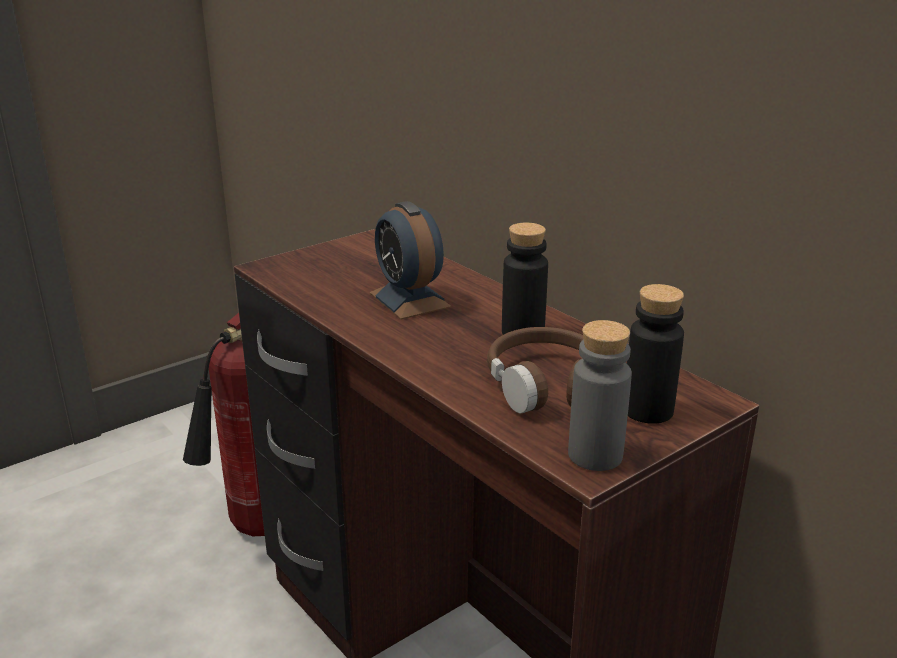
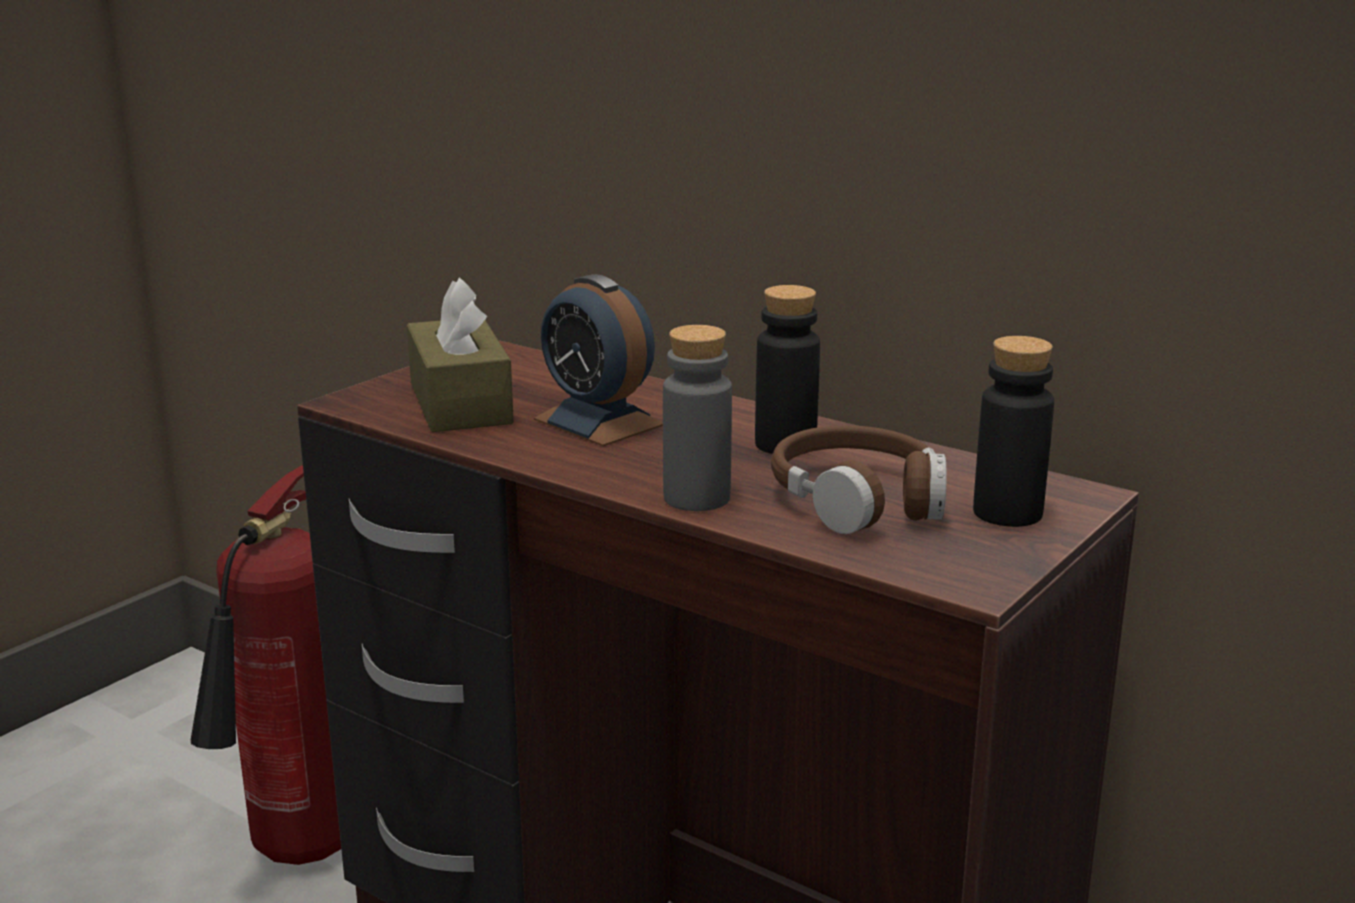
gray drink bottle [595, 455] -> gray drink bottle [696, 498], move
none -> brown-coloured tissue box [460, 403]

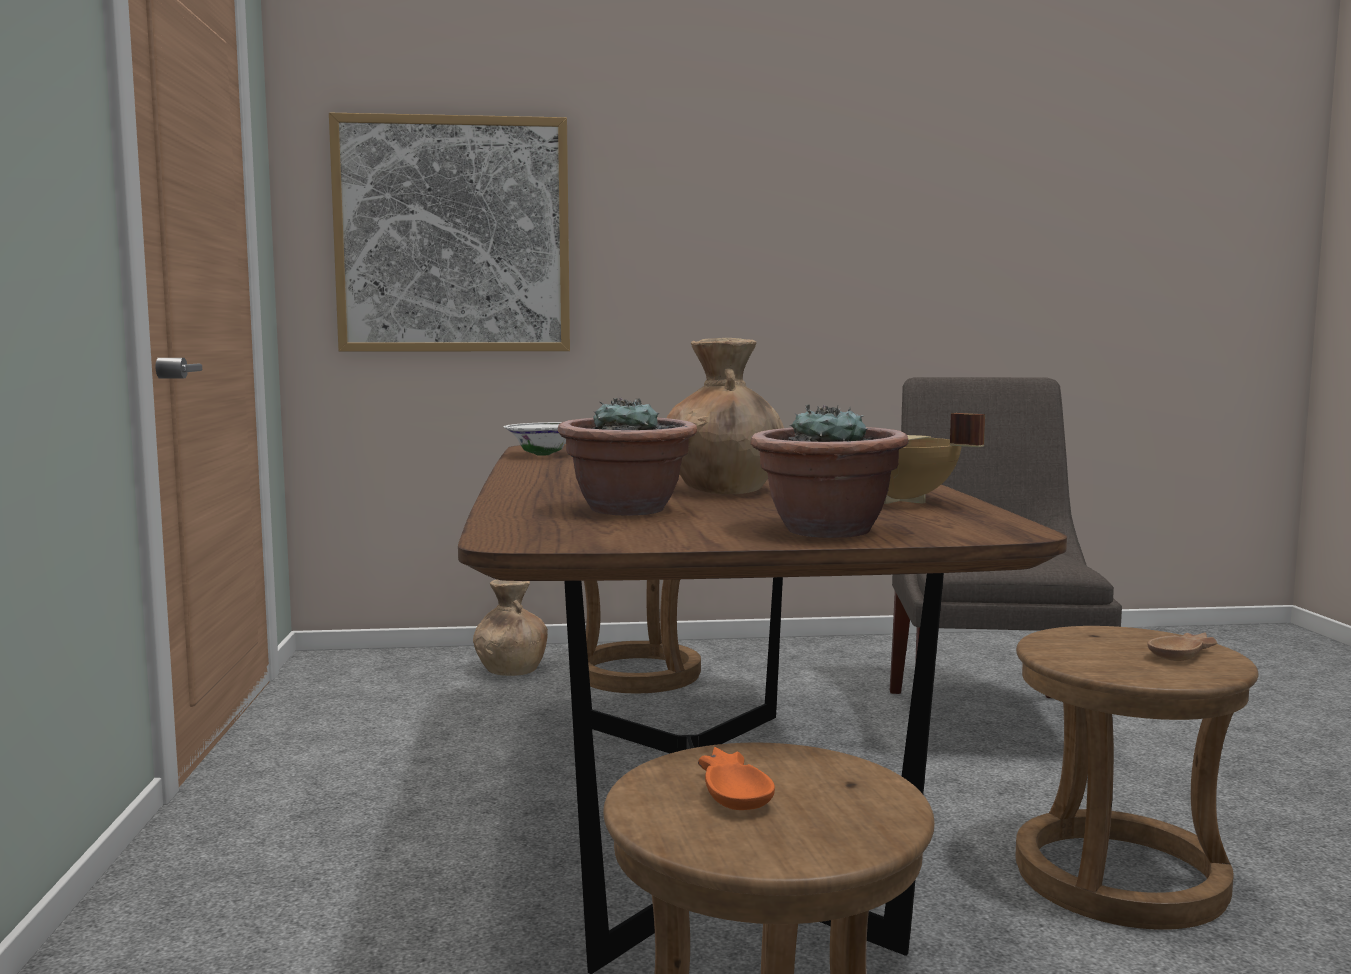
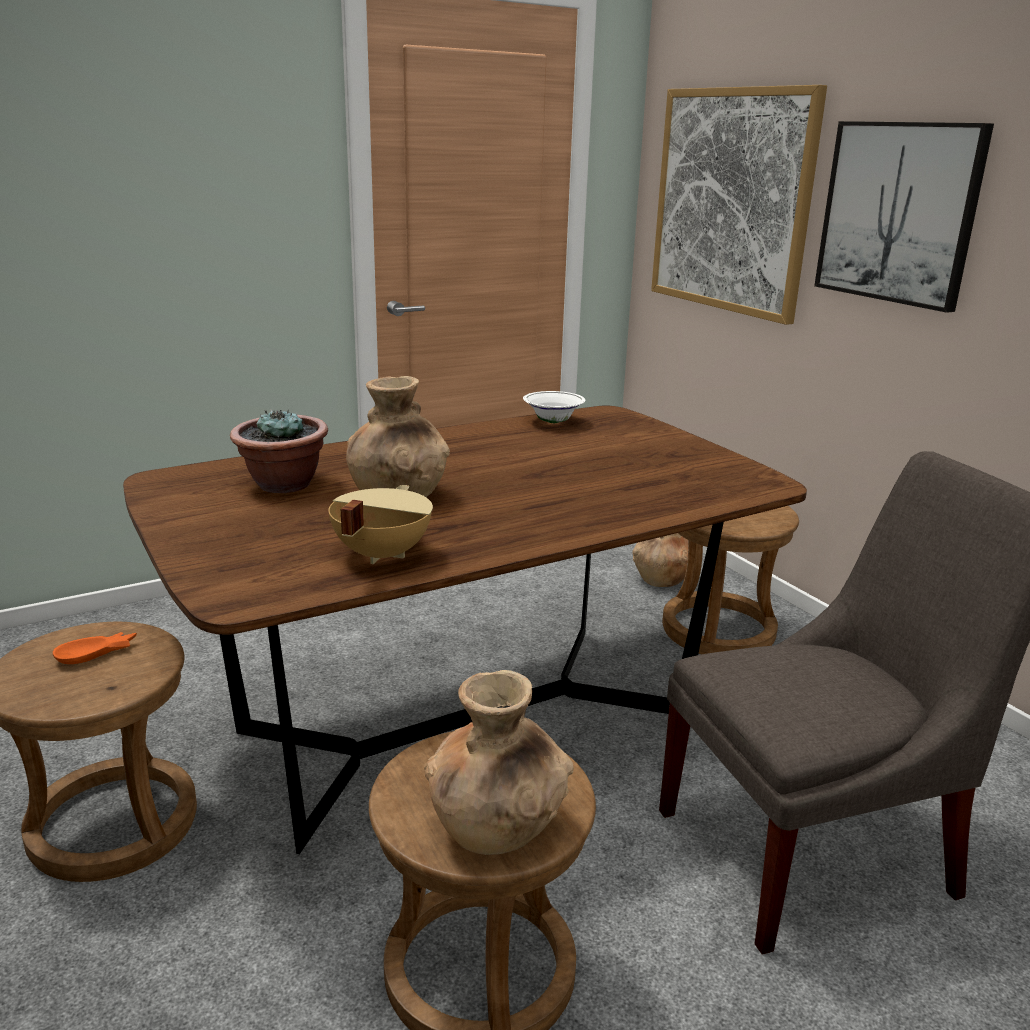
houseplant [827, 531] -> none
brown-coloured deep dish [1185, 654] -> brown-coloured vase [496, 827]
none -> picture [899, 213]

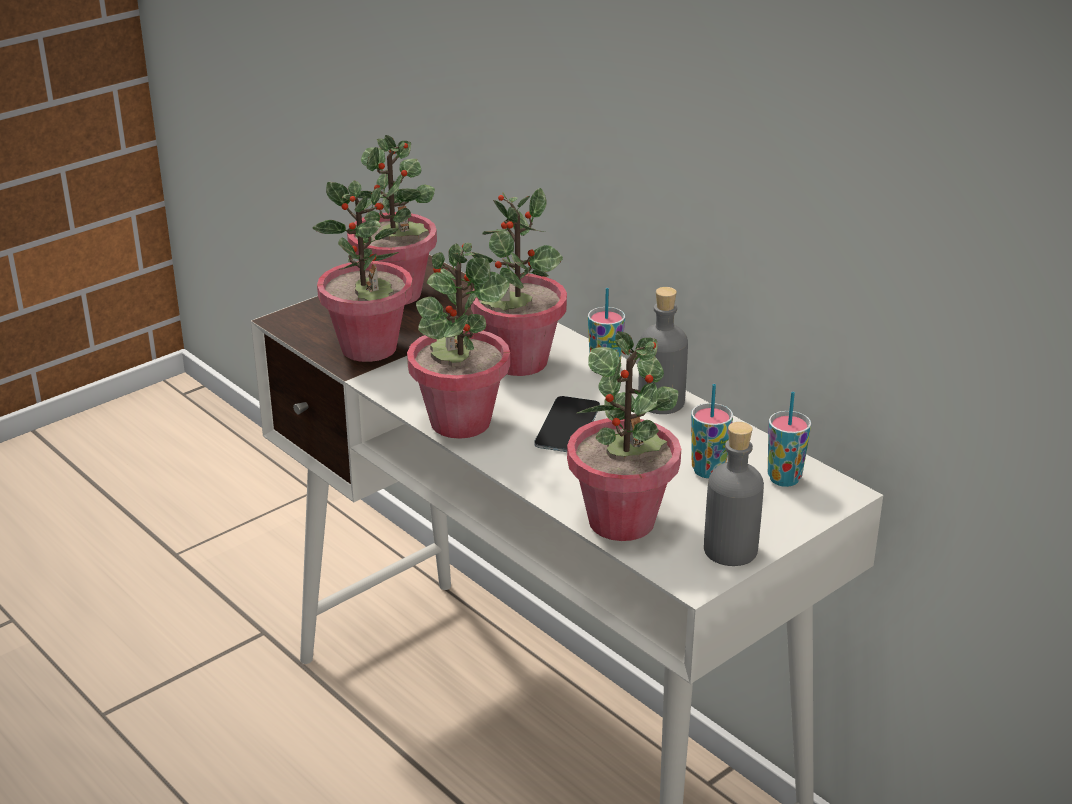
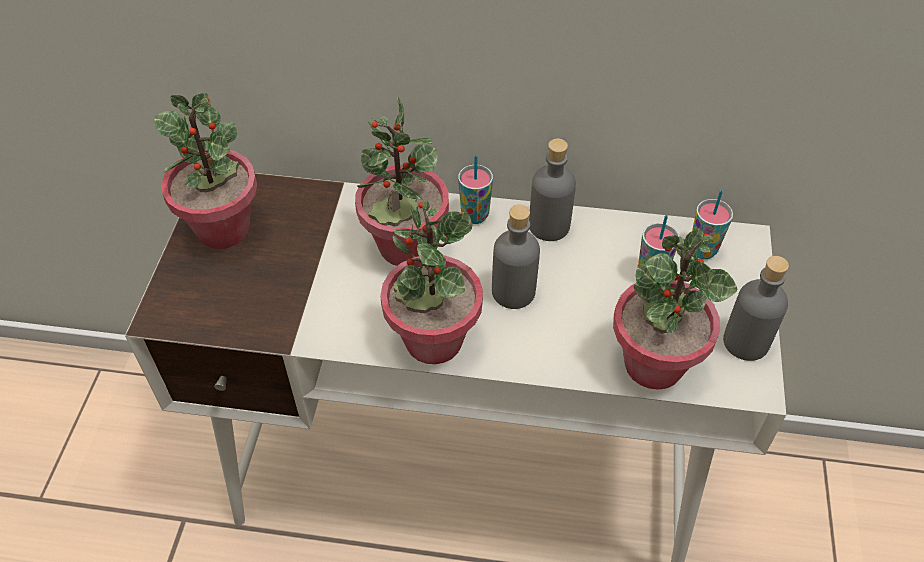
houseplant [369, 348] -> none
telephone [567, 425] -> gray drink bottle [513, 292]

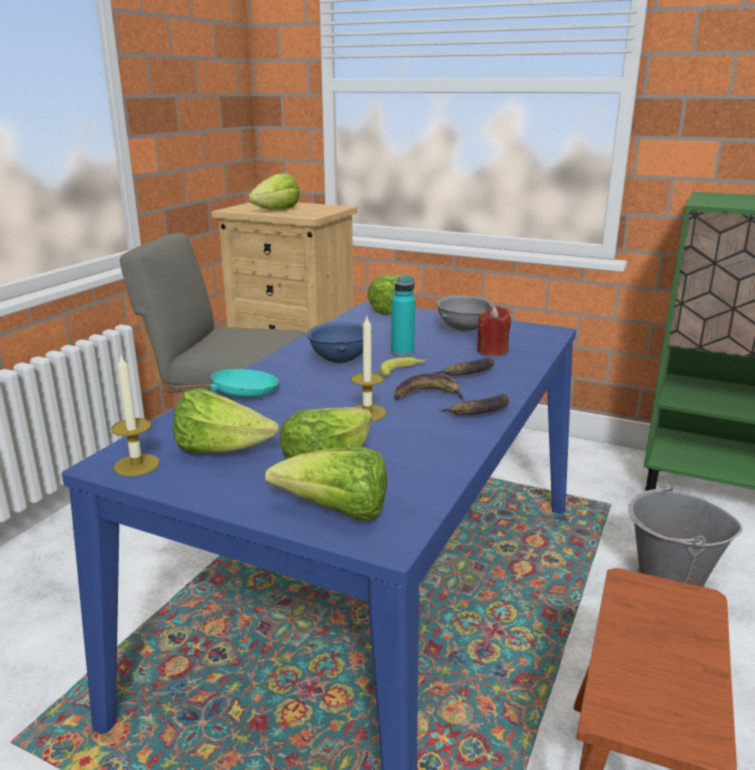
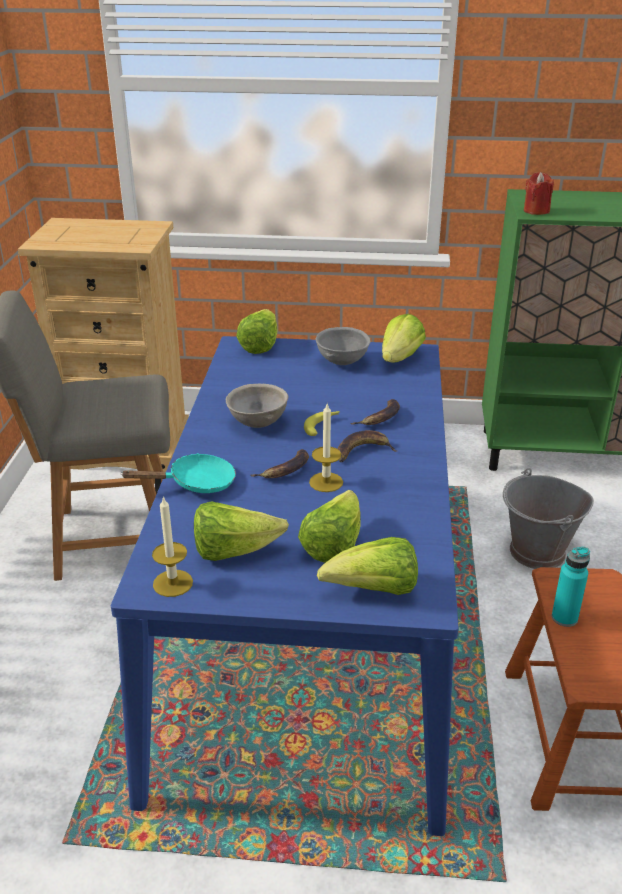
blue-green pan [238, 394] -> blue-green pan [195, 483], 45 degrees clockwise
head of lettuce [277, 210] -> head of lettuce [400, 358], move
blue-coloured deep dish [339, 361] -> gray deep dish [257, 424]
blue-green drink bottle [402, 352] -> blue-green drink bottle [564, 618], move
whole banana [479, 412] -> whole banana [285, 470], move
red-coloured candle [492, 351] -> red-coloured candle [536, 211], move

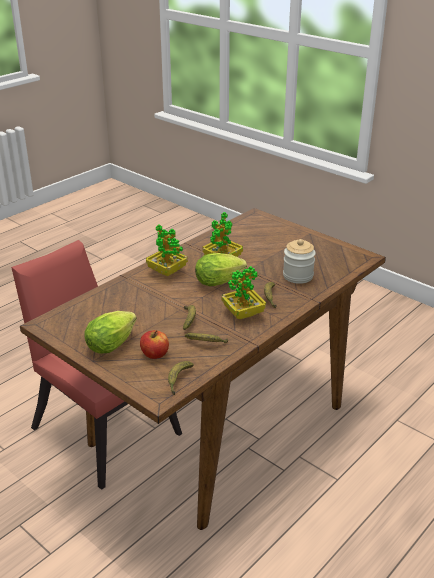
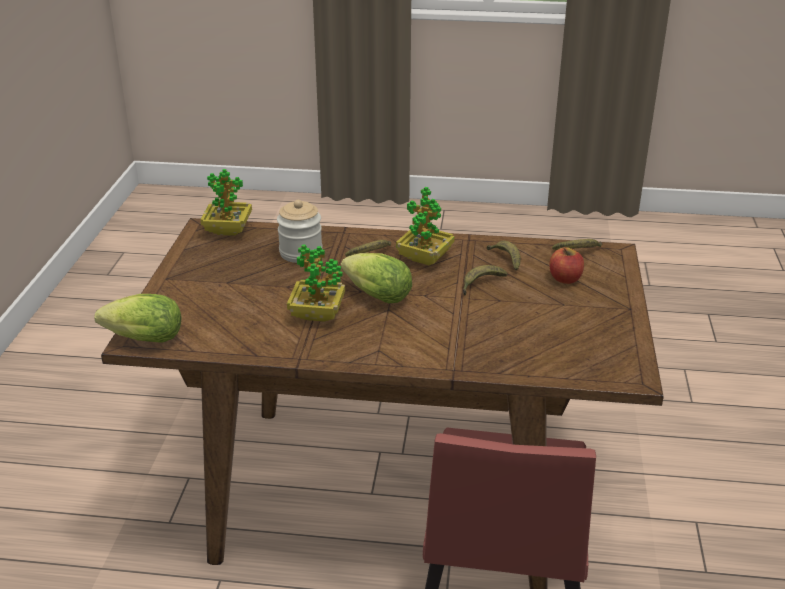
head of lettuce [114, 343] -> head of lettuce [140, 339], move
houseplant [167, 271] -> houseplant [228, 230], move

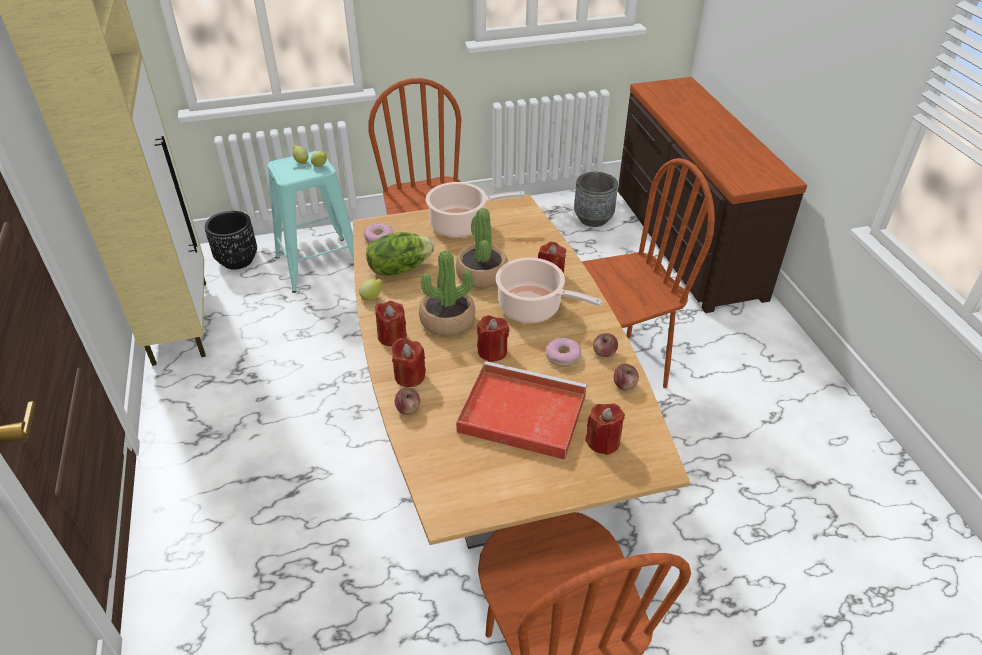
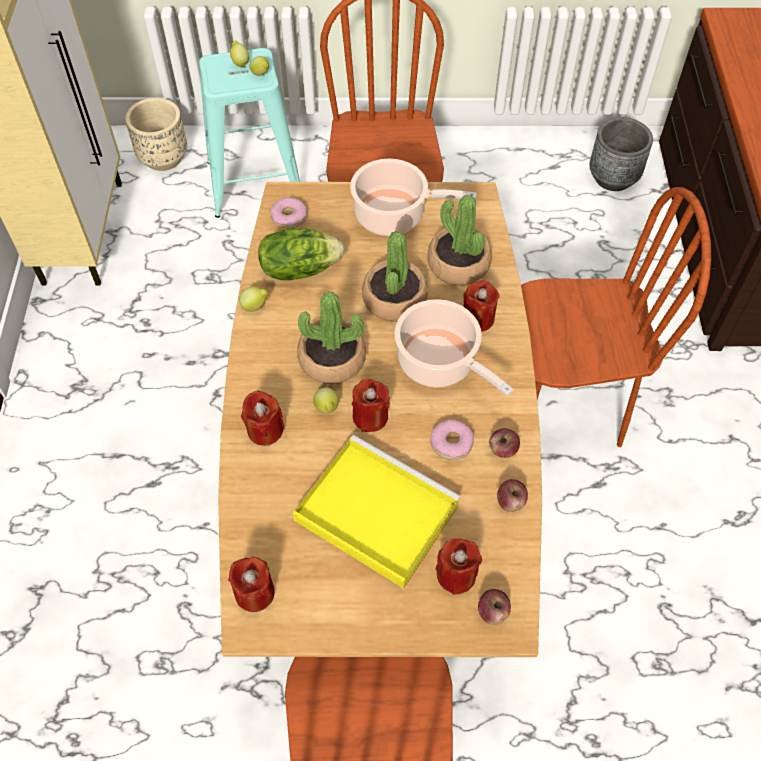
black planter [237, 260] -> beige planter [163, 158]
red-coloured candle [392, 336] -> red-coloured candle [254, 593], move
apple [408, 409] -> apple [492, 612], move
red-coloured tray [519, 413] -> yellow-coloured tray [373, 512]
none -> citrus fruit [327, 409]
none -> houseplant [458, 264]

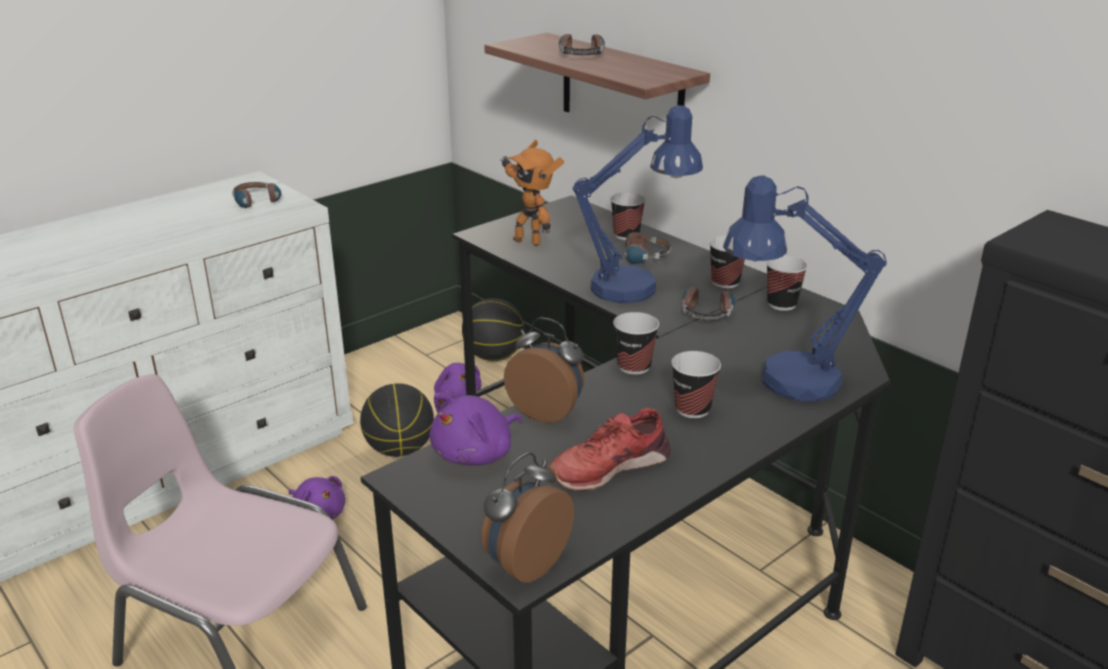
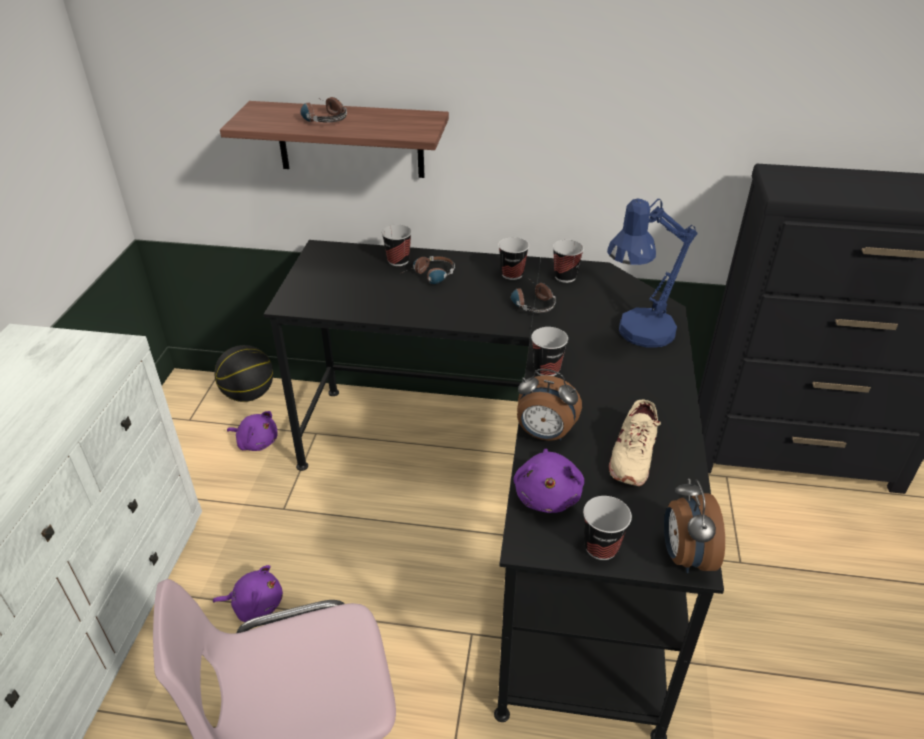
headset [258, 203] -> none
basketball [400, 449] -> none
toy robot [529, 241] -> none
table clock [547, 412] -> table clock [544, 434], 150 degrees counterclockwise
red-coloured low shoe [609, 466] -> beige low shoe [632, 454]
blue-coloured lamp for a table [637, 286] -> none
cup [692, 409] -> cup [601, 547], move

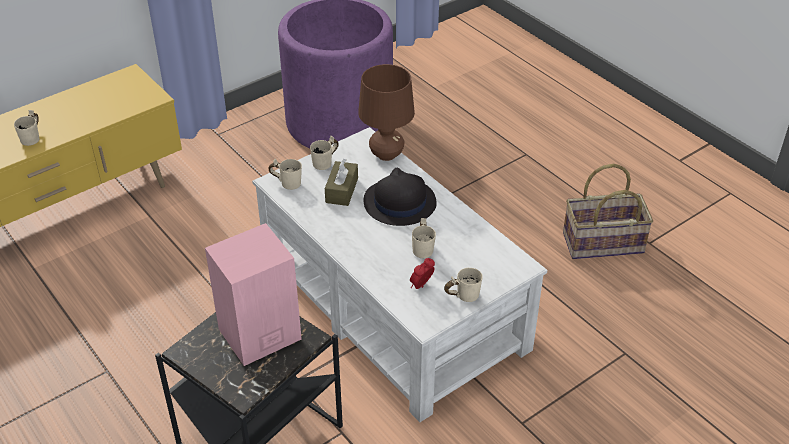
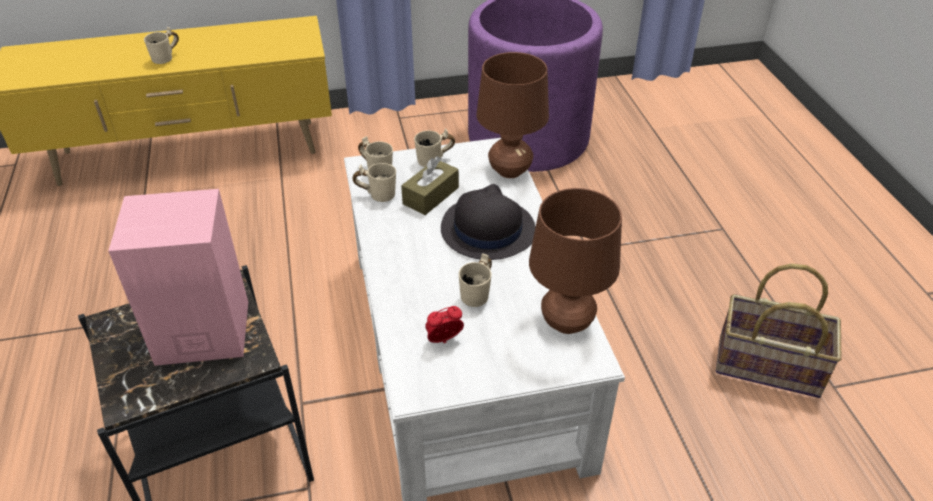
beige mug [462, 295] -> beige mug [377, 194], move
none -> brown-coloured lamp for a table [566, 323]

